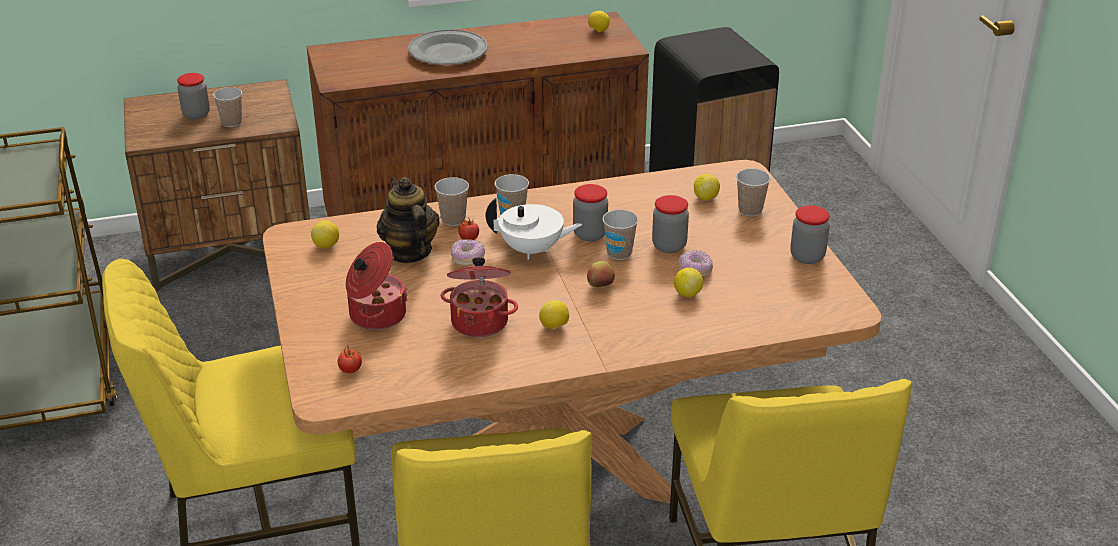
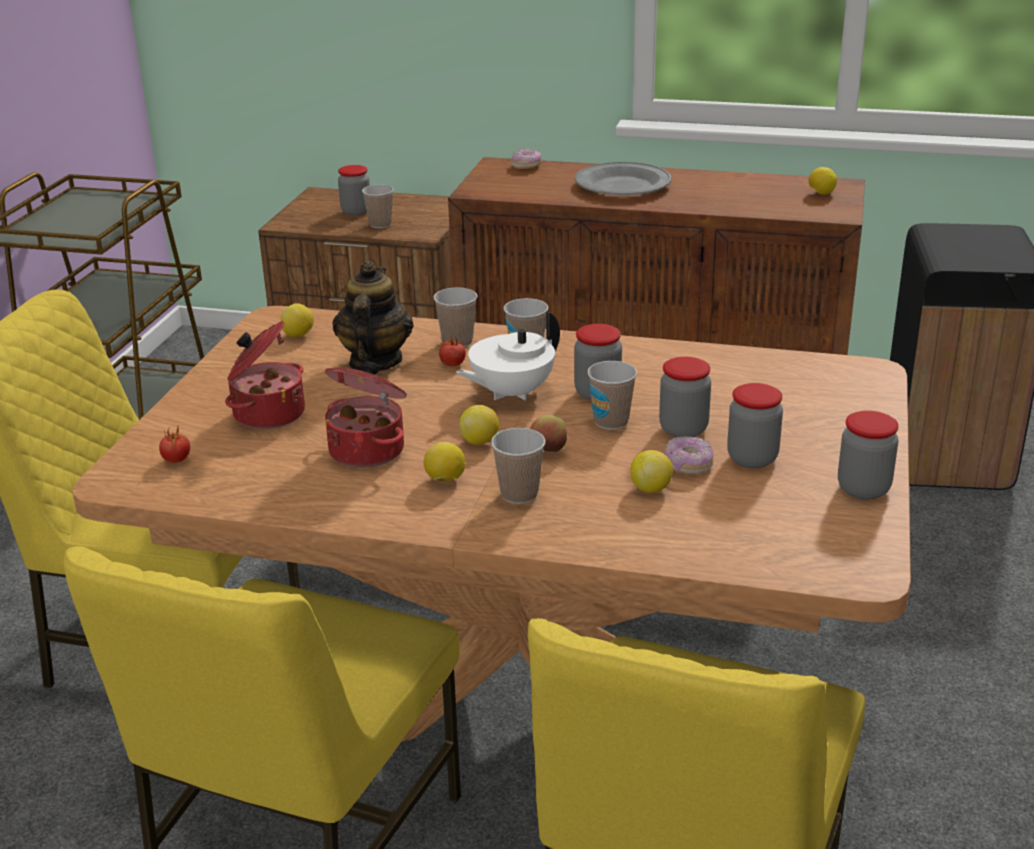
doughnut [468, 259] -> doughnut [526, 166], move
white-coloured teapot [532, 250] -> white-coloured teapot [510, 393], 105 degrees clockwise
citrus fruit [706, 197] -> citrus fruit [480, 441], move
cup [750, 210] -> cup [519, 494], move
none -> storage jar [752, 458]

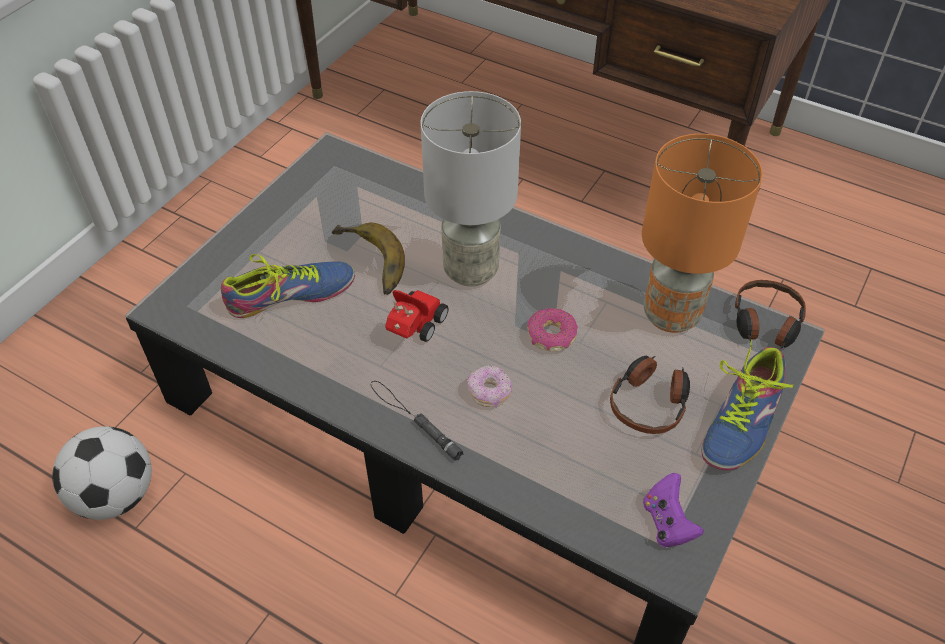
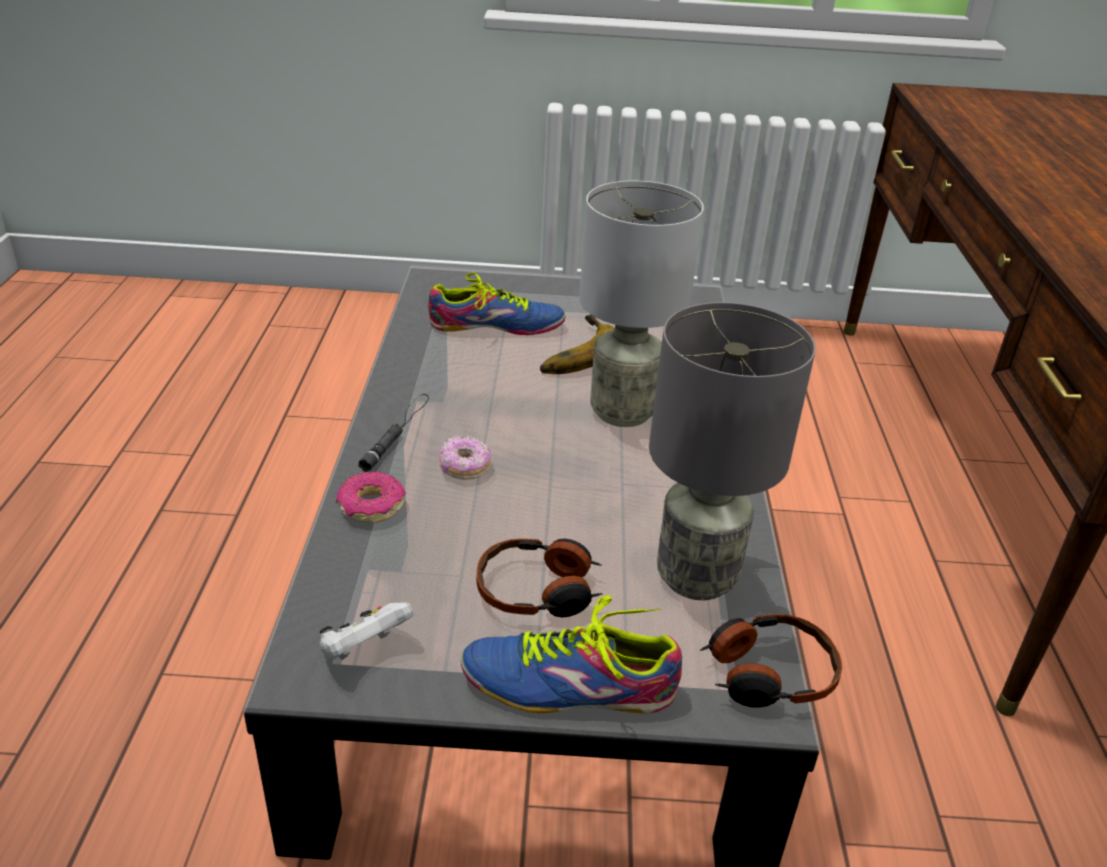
ball for football [116, 495] -> none
low shoe [290, 295] -> low shoe [495, 325], 45 degrees counterclockwise
model car [414, 329] -> none
doughnut [551, 336] -> doughnut [371, 506], move
orange-coloured lamp for a table [671, 316] -> gray lamp for a table [695, 578]
purple-coloured joypad [667, 522] -> white-coloured joypad [364, 649]

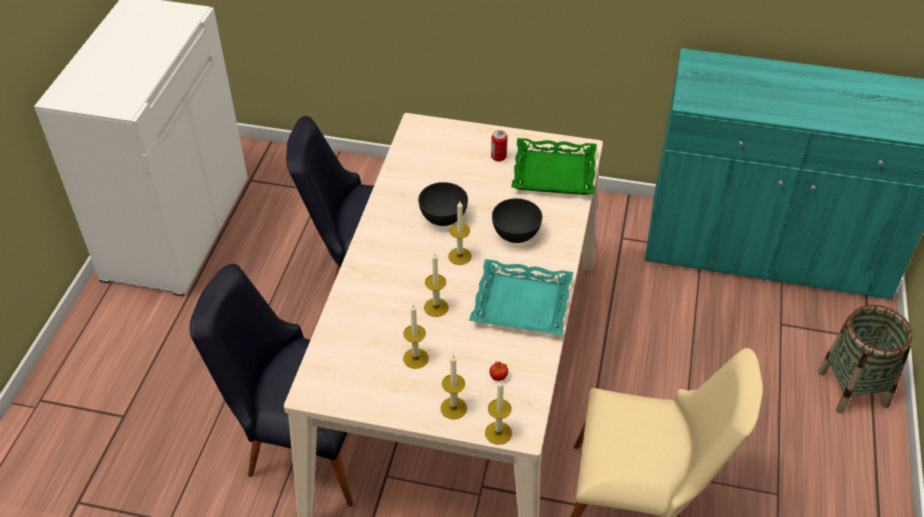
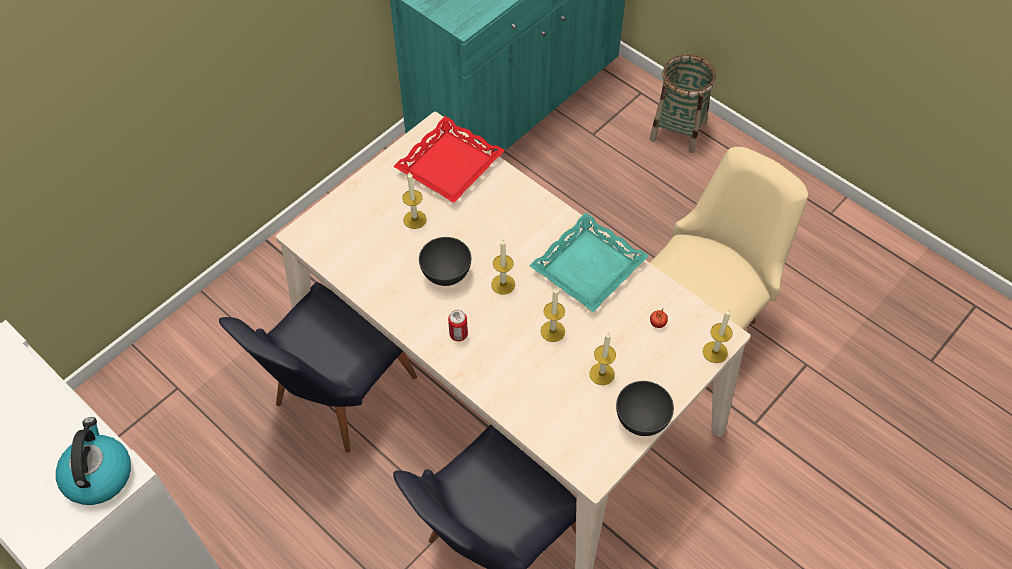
candle [453, 408] -> candle [415, 219], move
metal can [498, 157] -> metal can [458, 334], move
gray deep dish [516, 235] -> gray deep dish [642, 419], move
green tray [554, 172] -> red-coloured tray [449, 164]
none -> water kettle [98, 474]

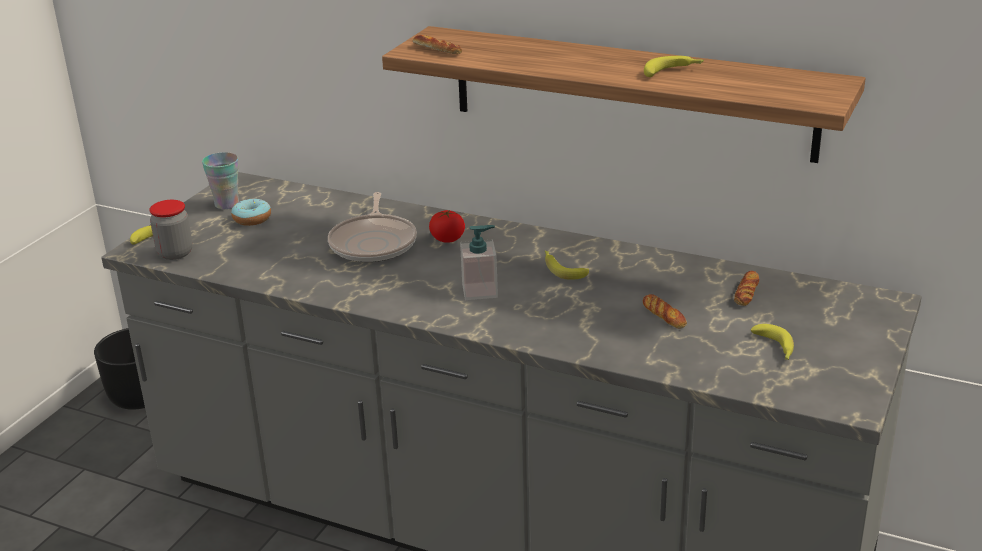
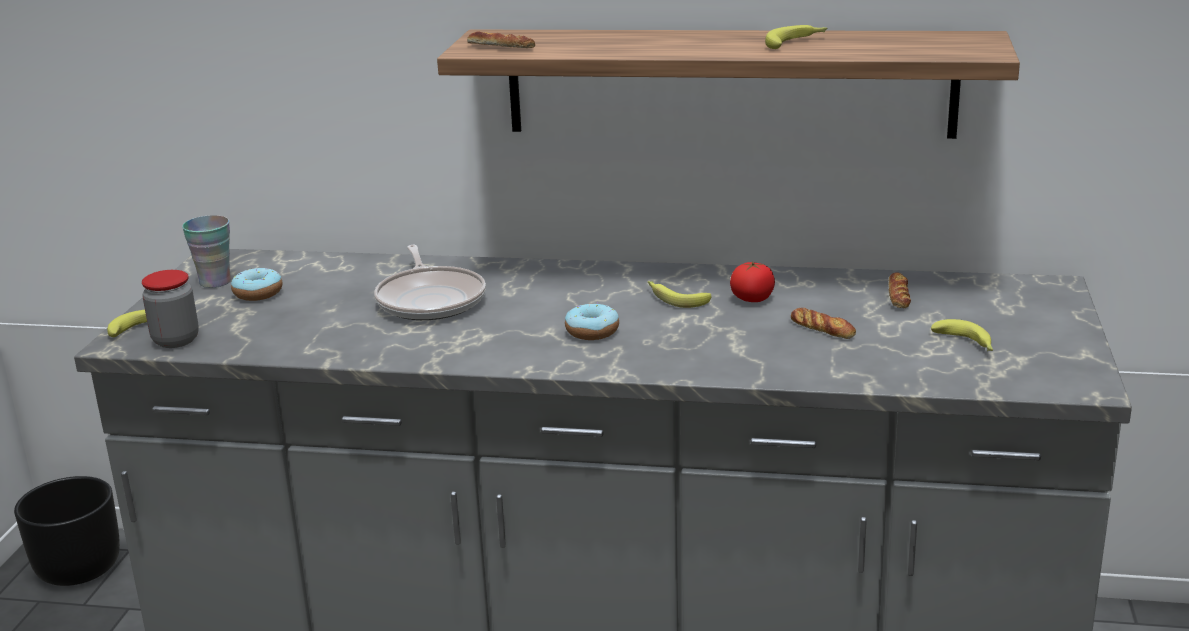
fresh tomato [447, 239] -> fresh tomato [752, 299], move
soap bottle [480, 291] -> doughnut [592, 331]

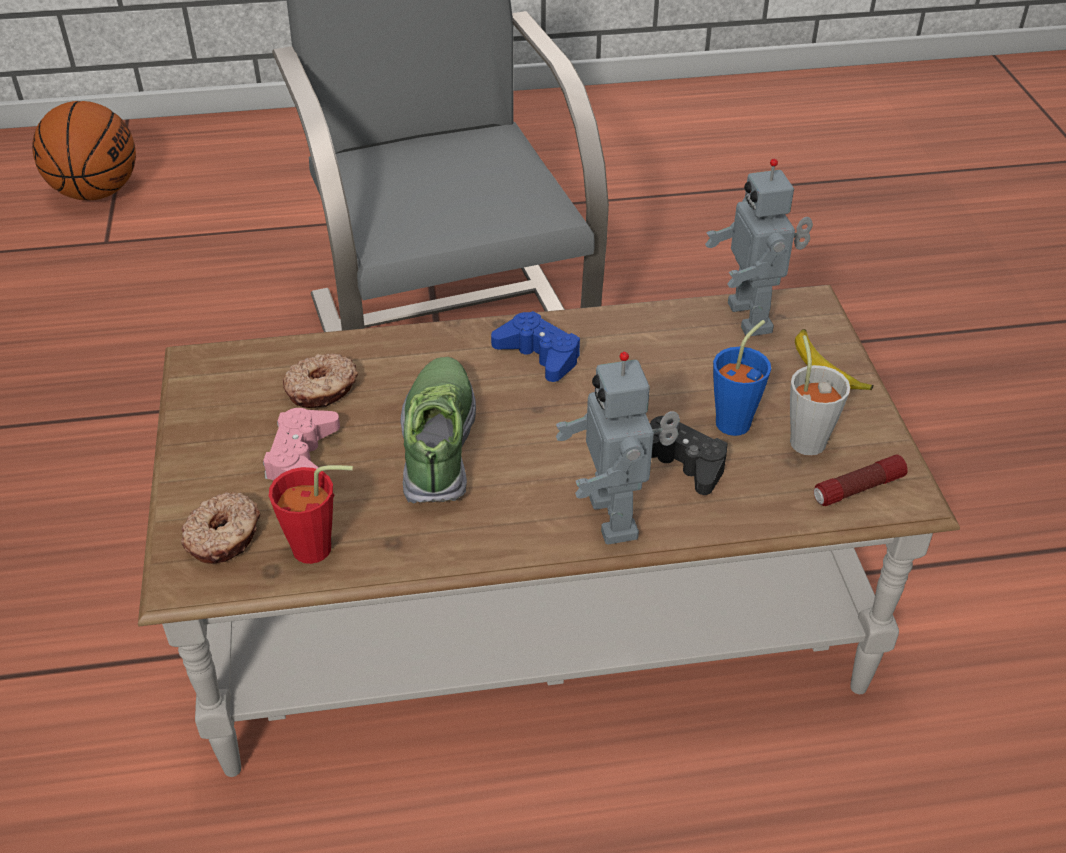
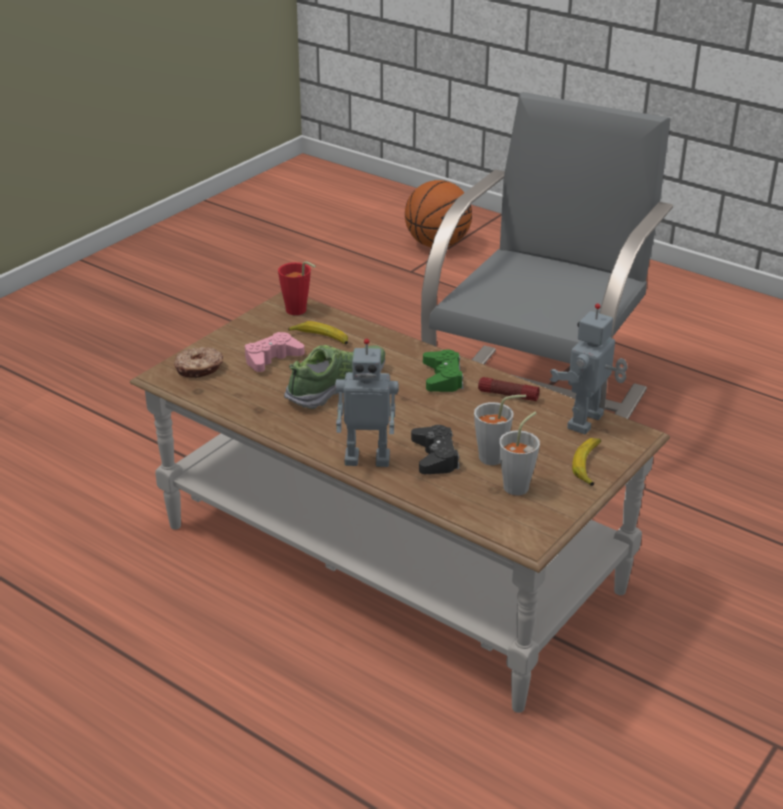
red-coloured cup [321, 549] -> red-coloured cup [299, 312], move
doughnut [322, 390] -> whole banana [320, 338]
blue-coloured joypad [539, 355] -> green joypad [443, 378]
toy robot [617, 517] -> toy robot [367, 458], 120 degrees counterclockwise
blue-coloured cup [738, 419] -> gray cup [497, 457]
torch [858, 489] -> torch [508, 395], move

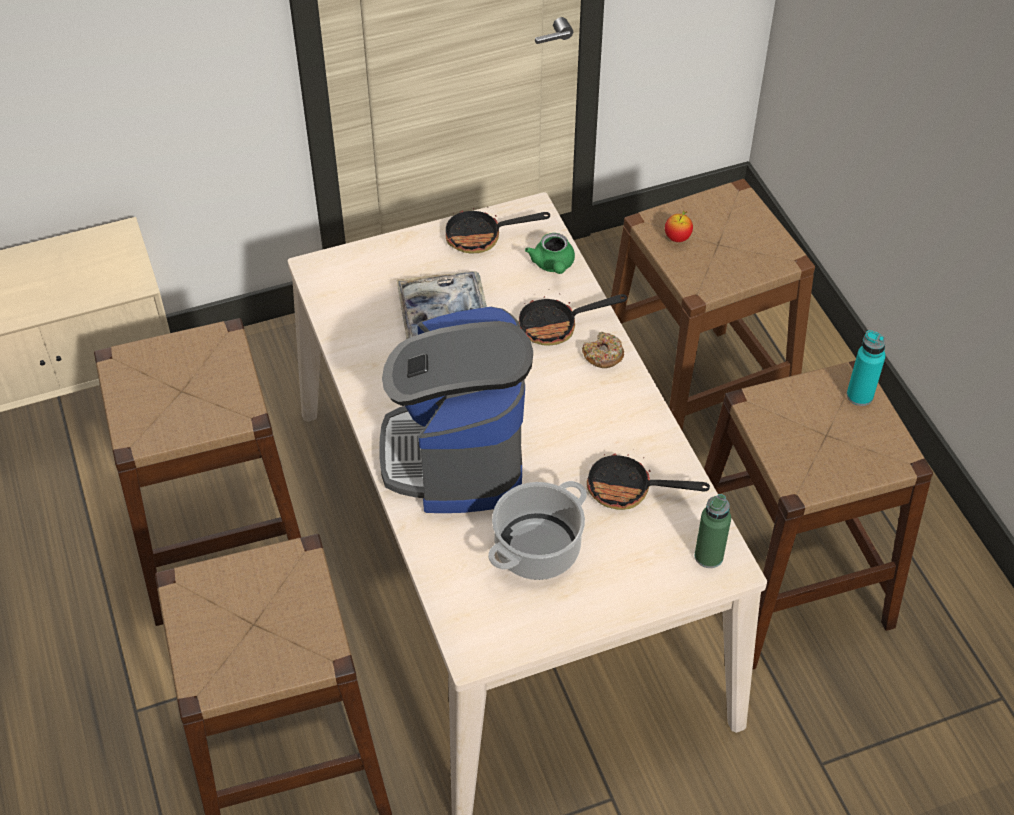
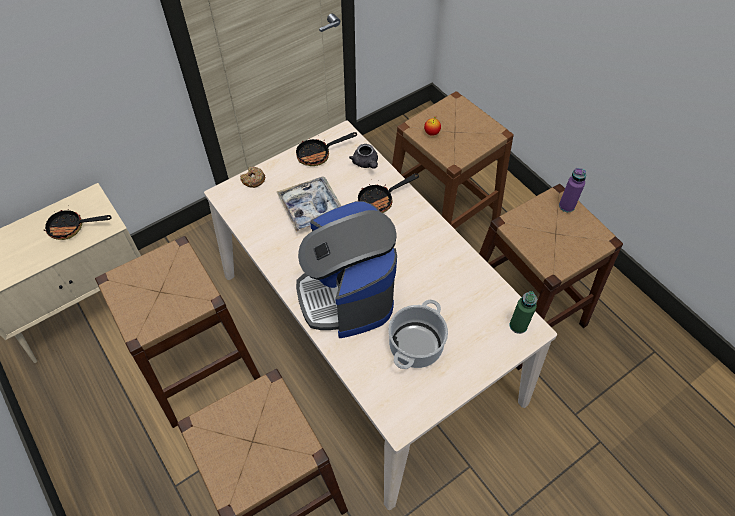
green teapot [553, 265] -> gray teapot [366, 163]
doughnut [603, 355] -> doughnut [253, 180], move
pan [628, 490] -> pan [72, 228], move
blue-green drink bottle [859, 396] -> purple-coloured drink bottle [566, 206]

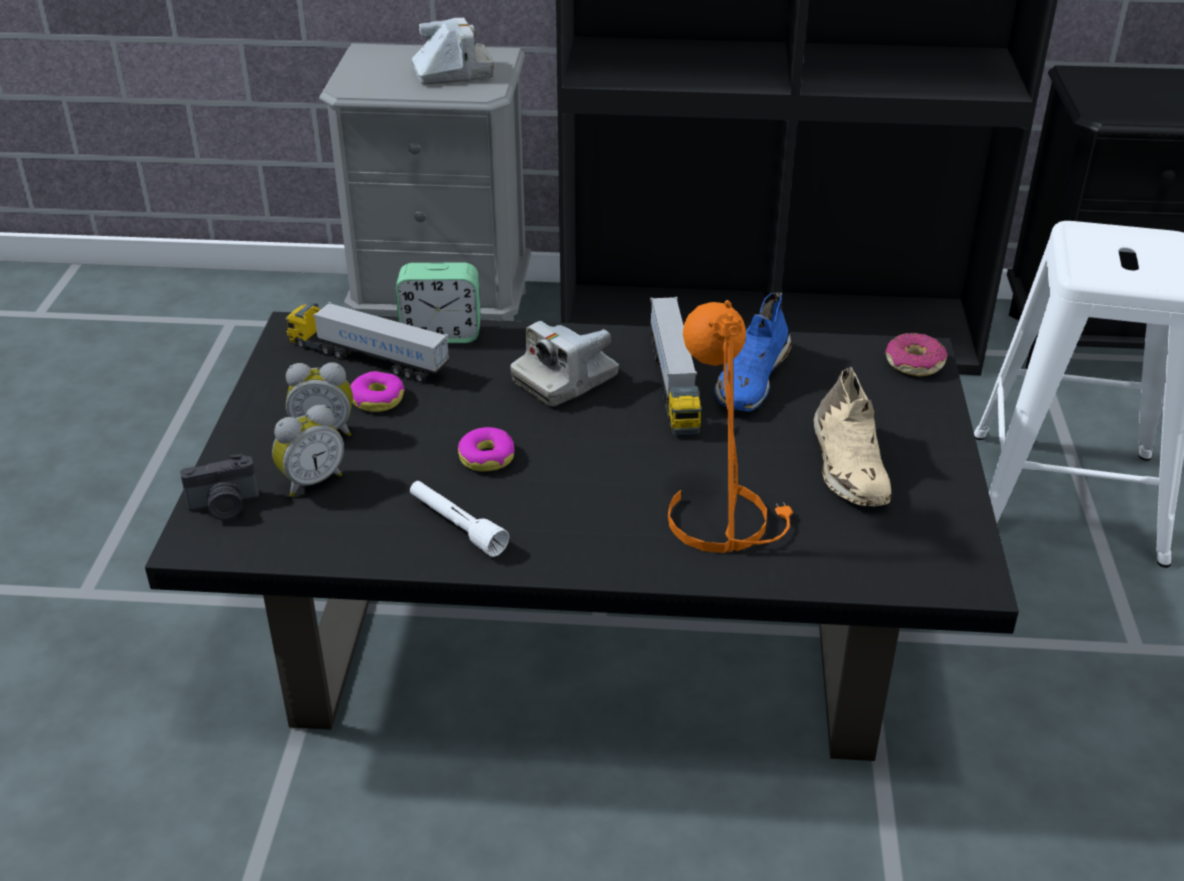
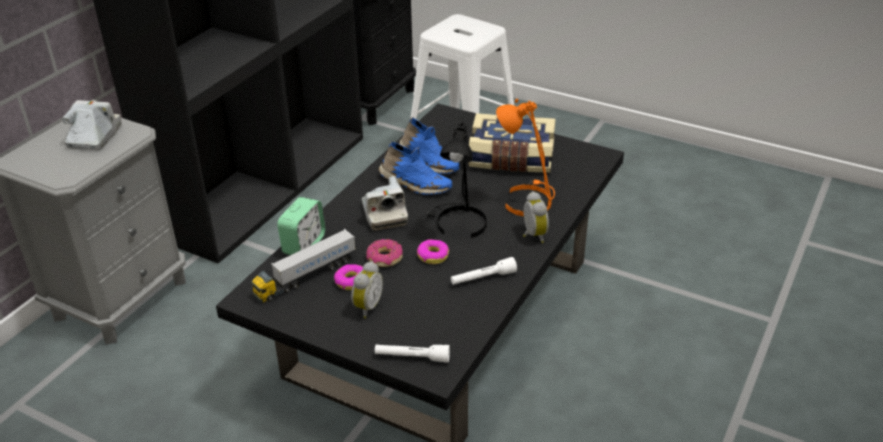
photo camera [224, 506] -> white-coloured torch [412, 357]
table clock [311, 481] -> table clock [532, 235], move
toy lorry [673, 383] -> blue-coloured low shoe [414, 184]
beige low shoe [847, 465] -> bound book [511, 158]
doughnut [913, 363] -> doughnut [384, 258], move
none -> black lamp for a table [458, 224]

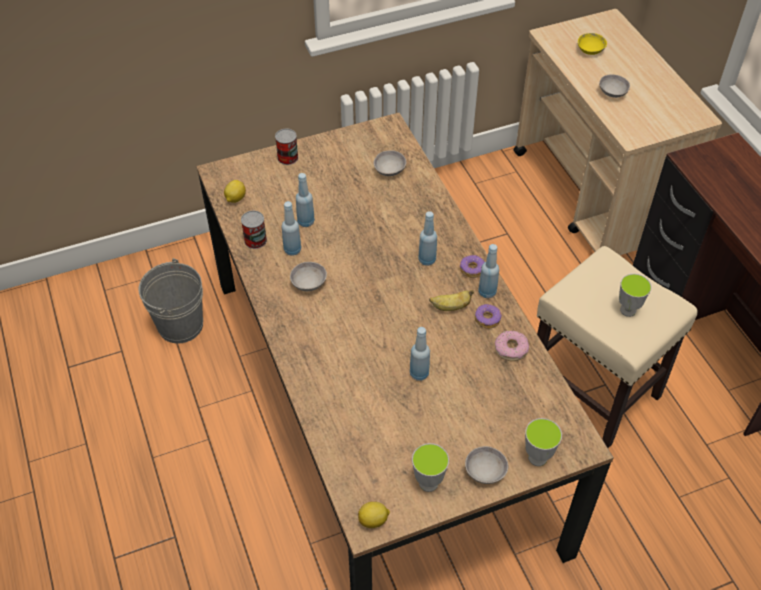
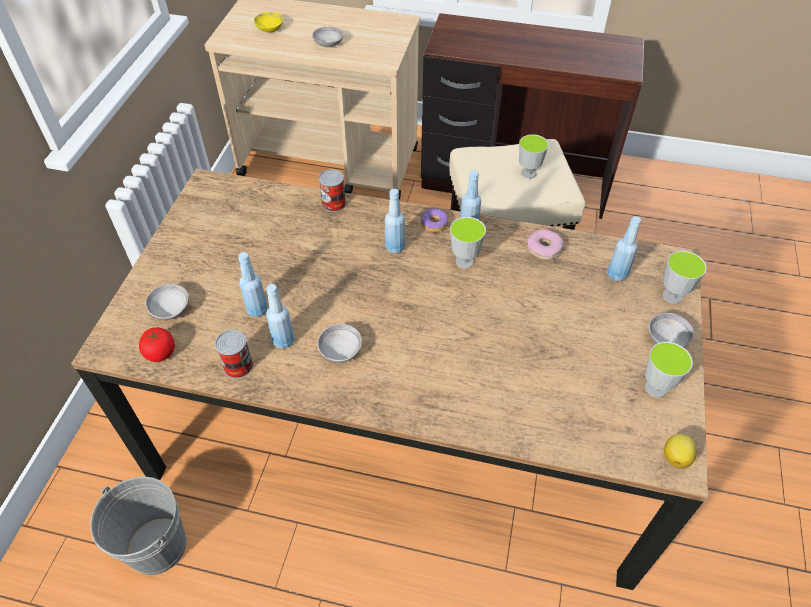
citrus fruit [235, 199] -> fresh tomato [160, 352]
metal can [287, 157] -> metal can [334, 203], move
gray deep dish [389, 170] -> gray deep dish [171, 310], move
blue-coloured drink bottle [419, 374] -> blue-coloured drink bottle [617, 274], move
whole banana [450, 307] -> cup [464, 261]
doughnut [487, 319] -> none

